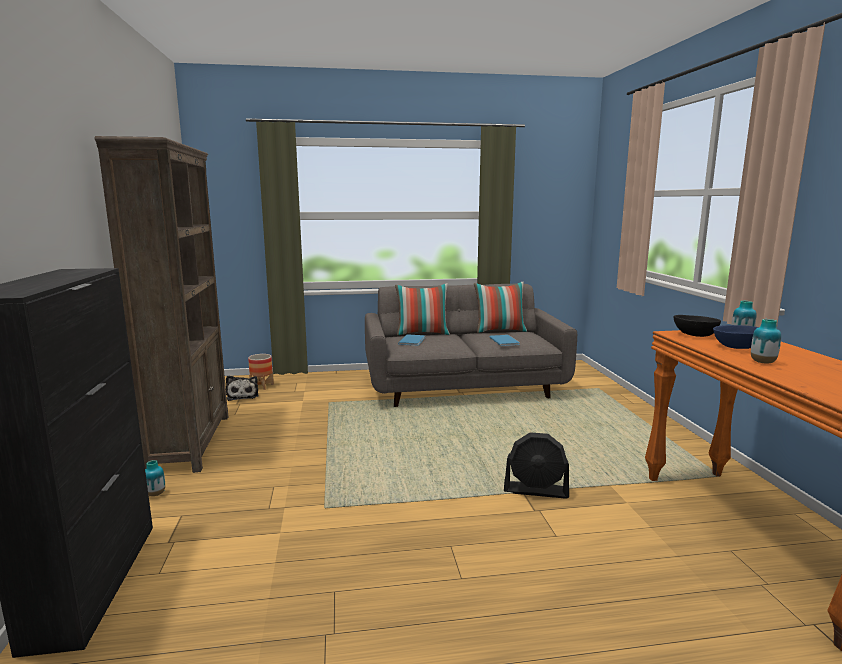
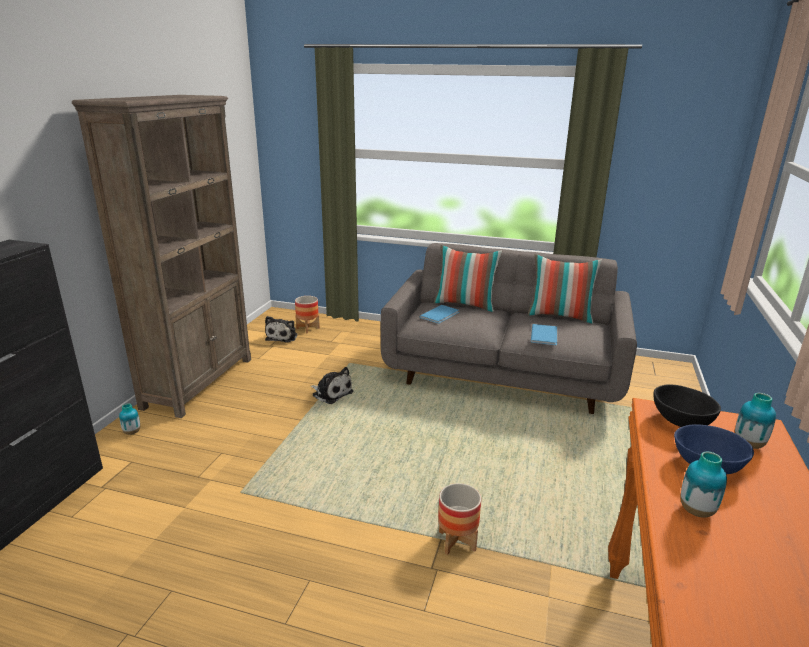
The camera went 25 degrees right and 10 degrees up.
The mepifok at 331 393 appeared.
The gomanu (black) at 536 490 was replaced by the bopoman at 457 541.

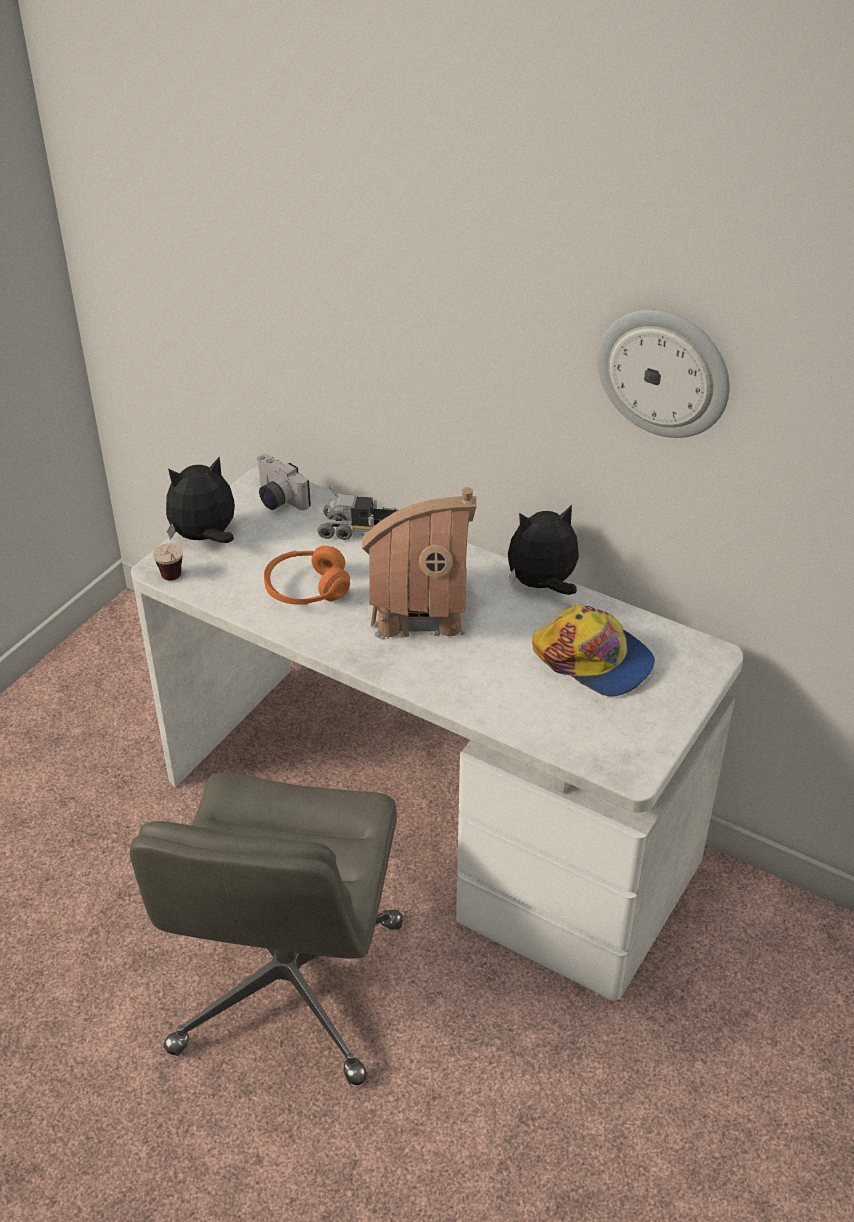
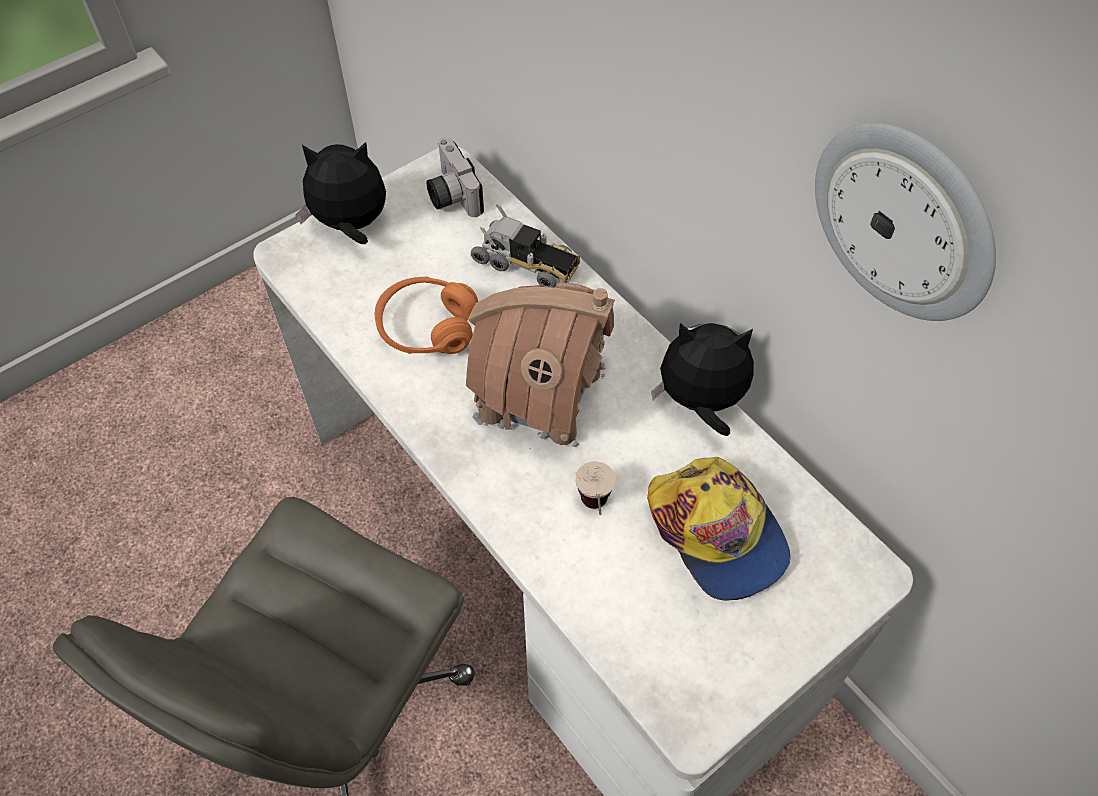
The camera went 20 degrees right and 15 degrees up.
The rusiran moved from 174 582 to 595 512.

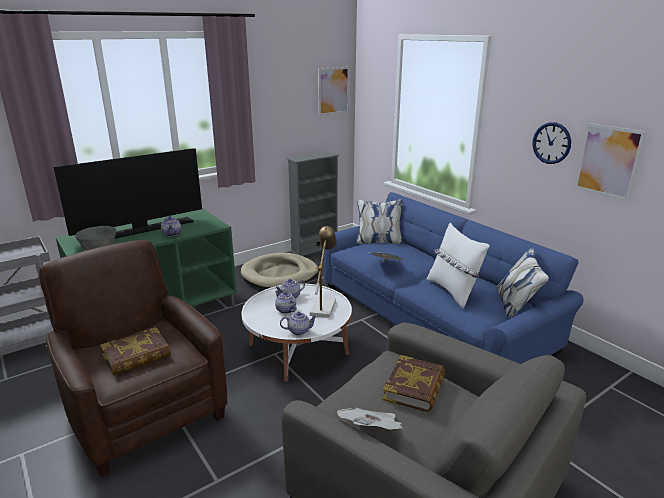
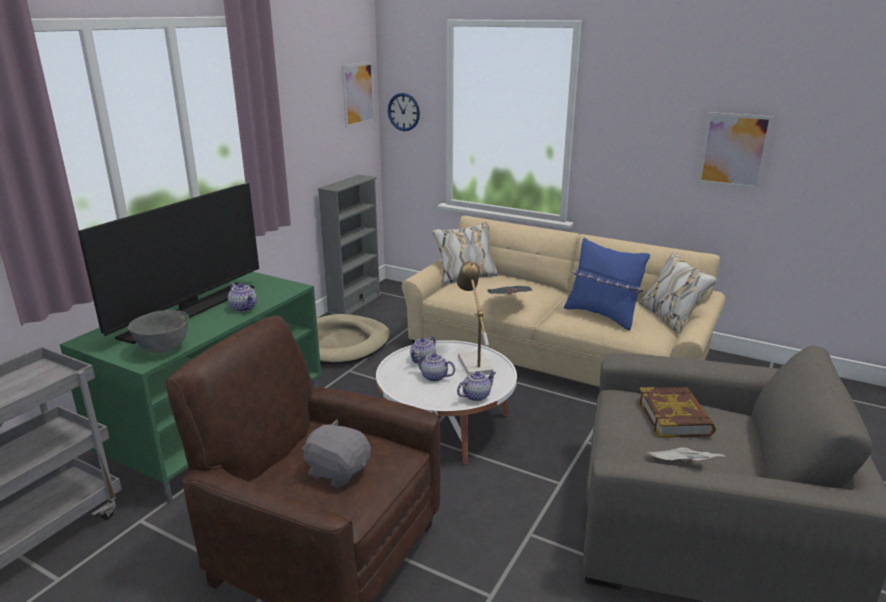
The camera went 25 degrees left and 0 degrees up.
The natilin at 137 356 was replaced by the mepifok (grey) at 338 471.
The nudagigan moved from 551 143 to 404 112.
The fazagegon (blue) at 431 316 became the fazagegon (beige) at 555 352.
The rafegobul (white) at 453 291 became the rafegobul (blue) at 602 315.

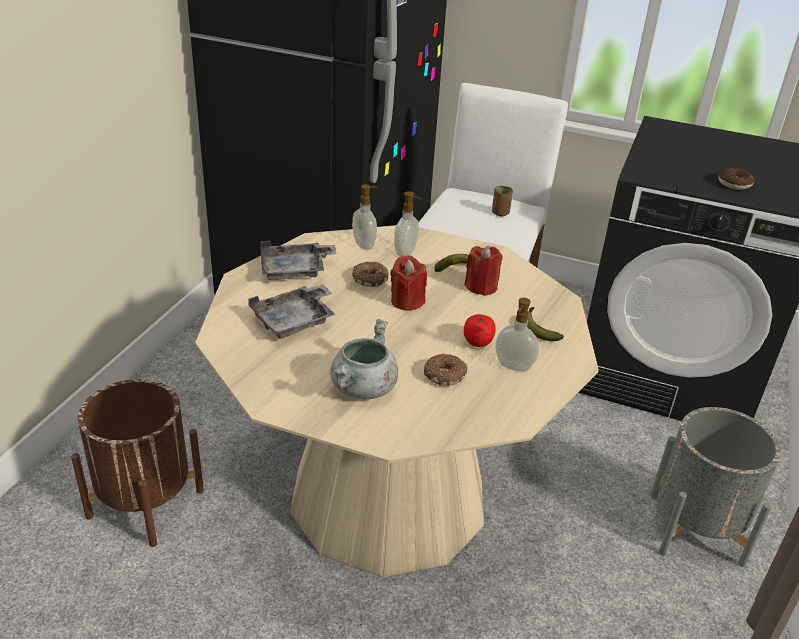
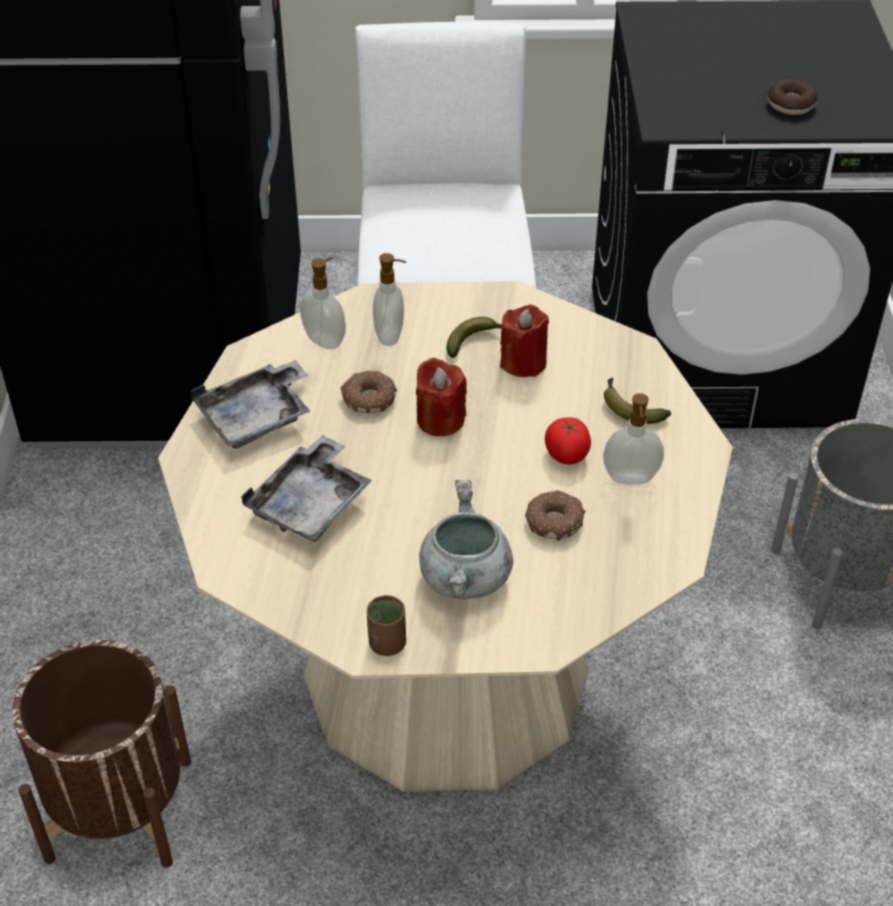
The camera went 20 degrees left and 10 degrees up.
The rusiran (brown) moved from 500 213 to 387 644.

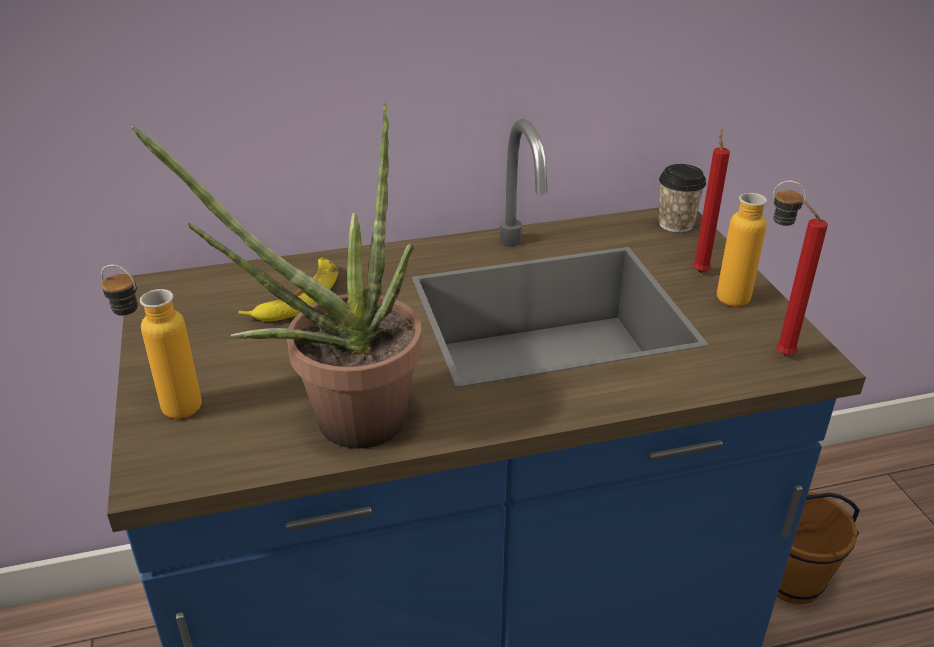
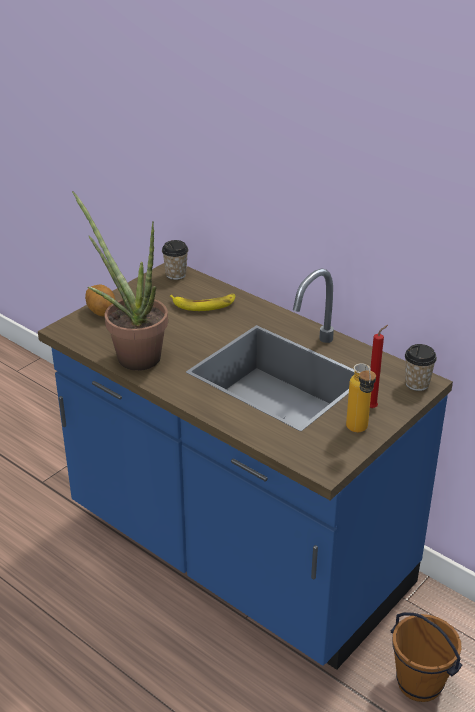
The camera went 55 degrees right and 0 degrees up.
The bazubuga at 167 405 was replaced by the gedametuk at 101 312.
The rusiran at 176 274 appeared.
The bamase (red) at 781 354 disappeared.

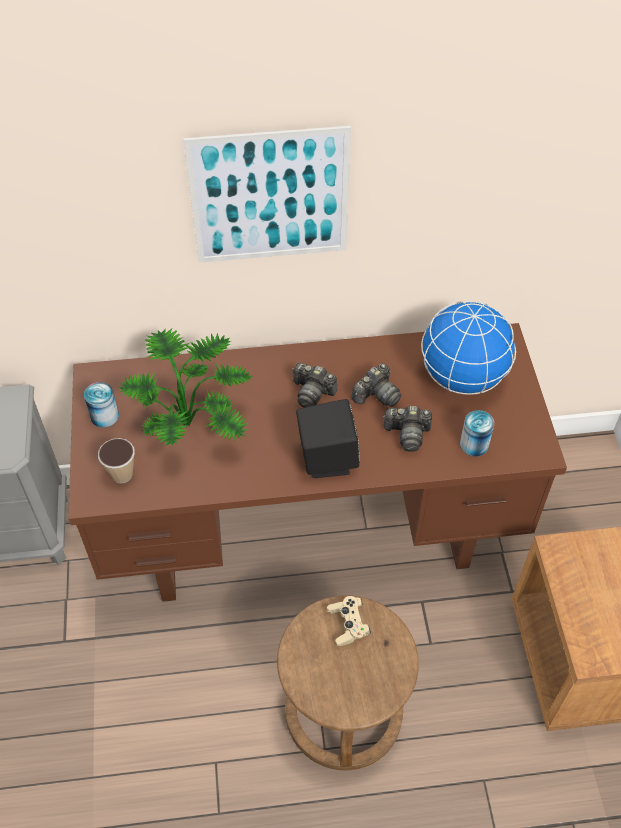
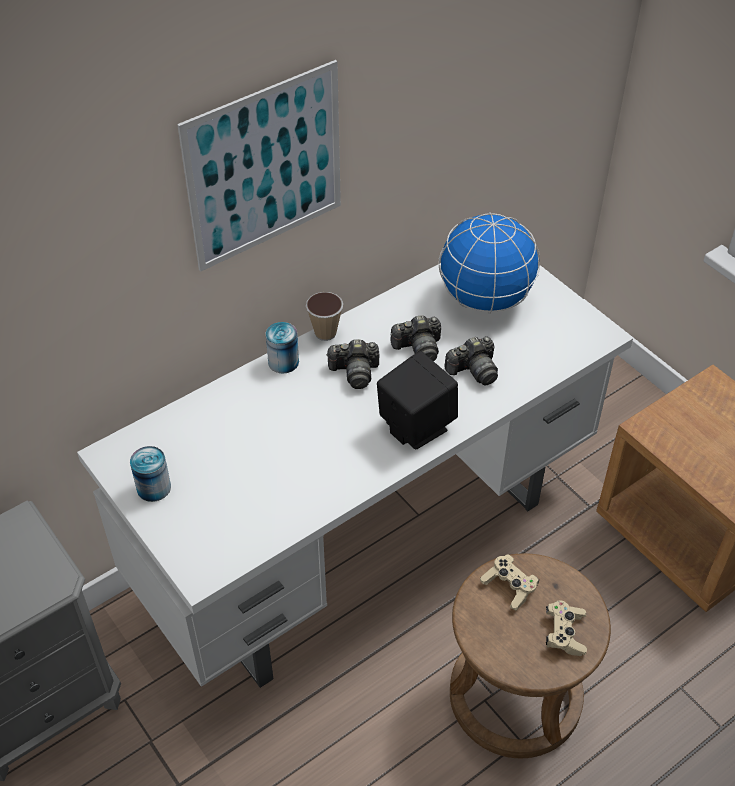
The camera went 30 degrees left and 5 degrees down.
The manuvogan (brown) at 311 531 became the manuvogan (white) at 367 543.
The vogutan moved from 474 444 to 283 362.
The rusiran moved from 122 474 to 325 333.
The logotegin at 376 395 turned 60 degrees clockwise.
The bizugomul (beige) at 564 633 appeared.
The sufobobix at 193 420 disappeared.

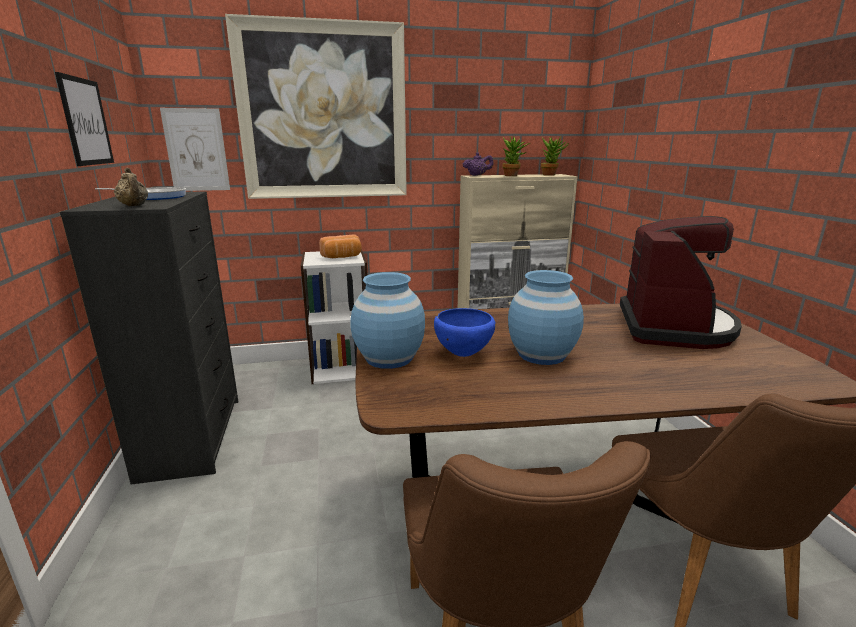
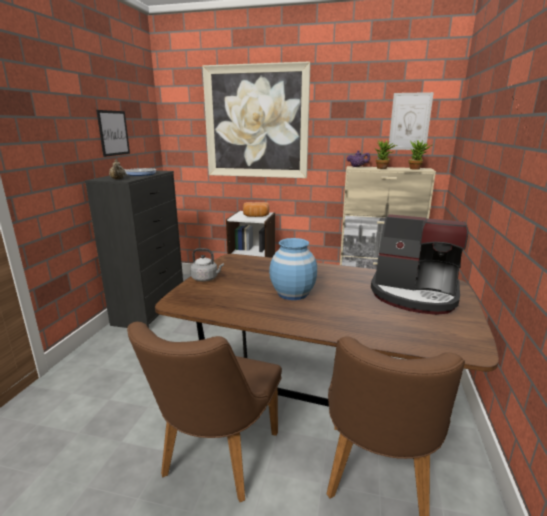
The camera went 25 degrees right and 0 degrees up.
The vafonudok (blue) at 389 358 was replaced by the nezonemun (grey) at 206 279.
The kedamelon at 674 327 turned 75 degrees clockwise.
The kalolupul moved from 196 150 to 410 121.
The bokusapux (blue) at 462 355 disappeared.

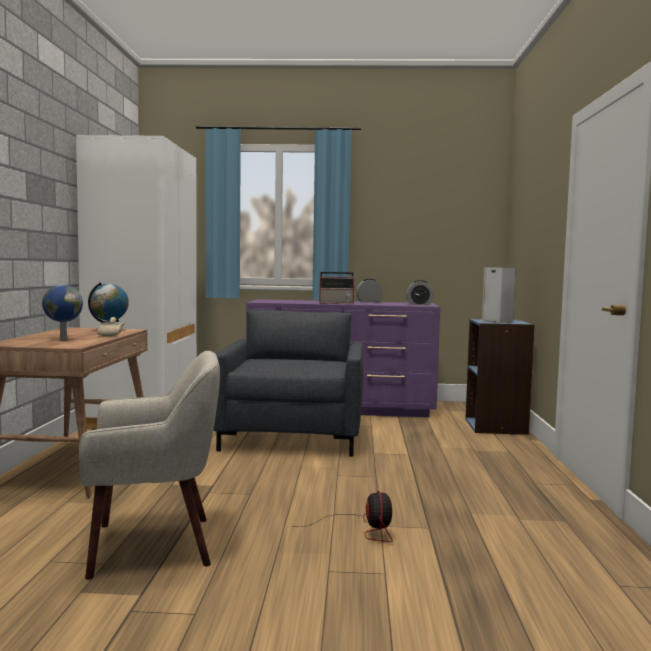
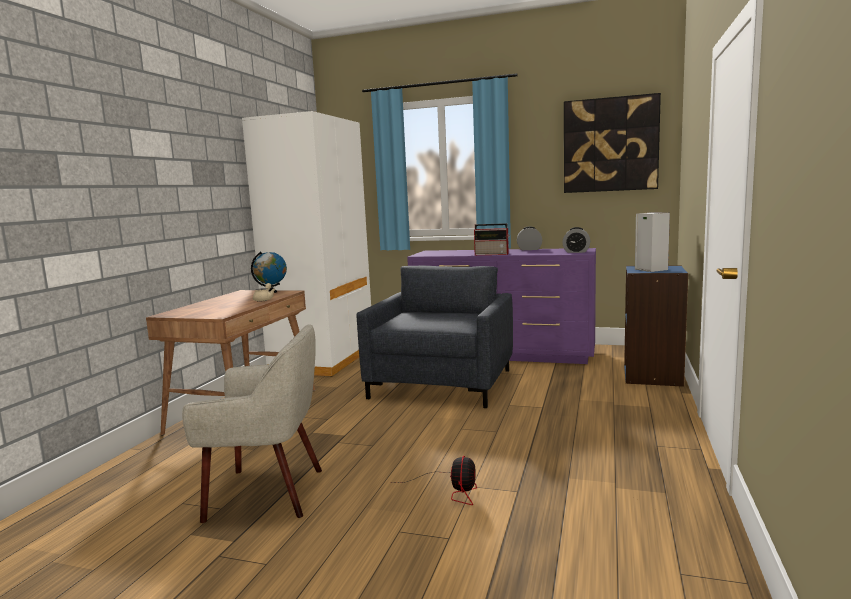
The camera went 15 degrees right and 5 degrees up.
The kalolupul at 610 145 appeared.
The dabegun at 63 339 disappeared.

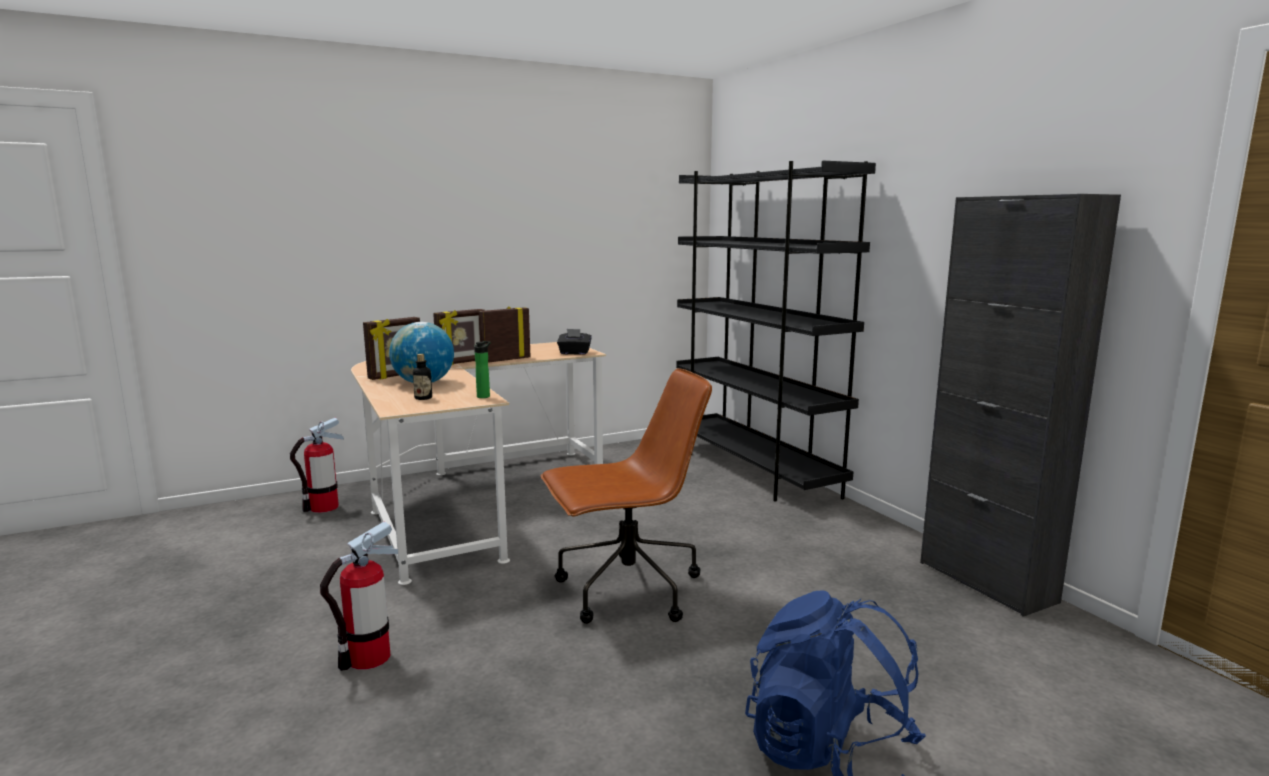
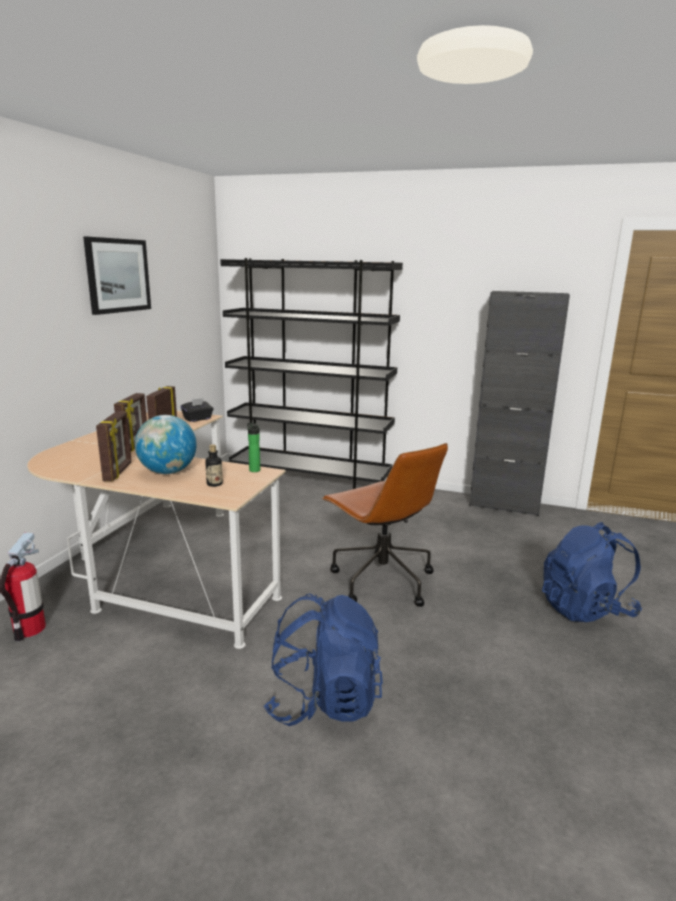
The camera went 45 degrees left and 5 degrees up.
The kalolupul at 118 275 appeared.
The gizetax at 368 658 was replaced by the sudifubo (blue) at 324 701.
The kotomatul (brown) at 626 591 turned 120 degrees clockwise.

